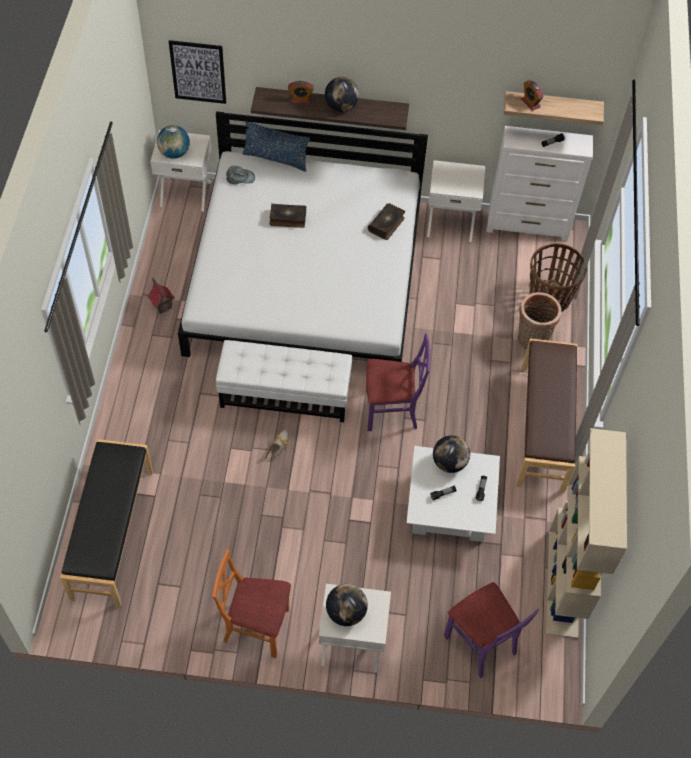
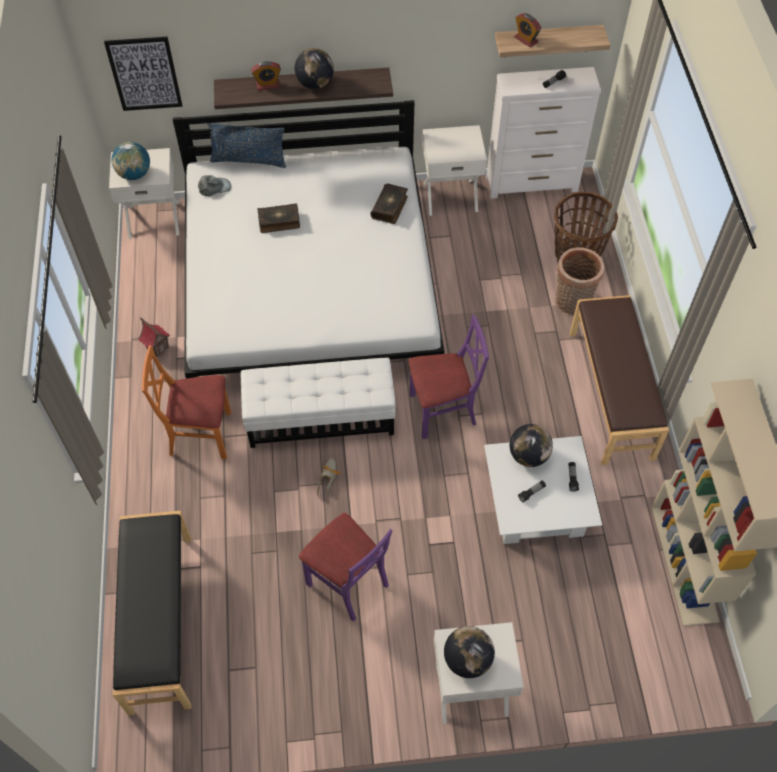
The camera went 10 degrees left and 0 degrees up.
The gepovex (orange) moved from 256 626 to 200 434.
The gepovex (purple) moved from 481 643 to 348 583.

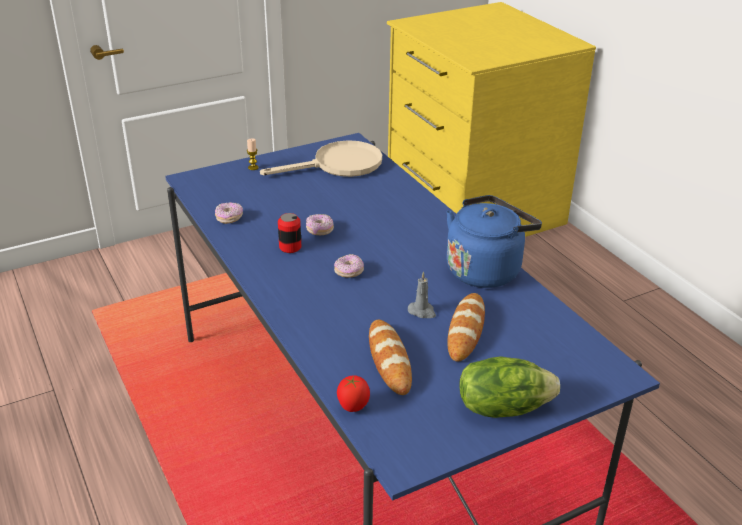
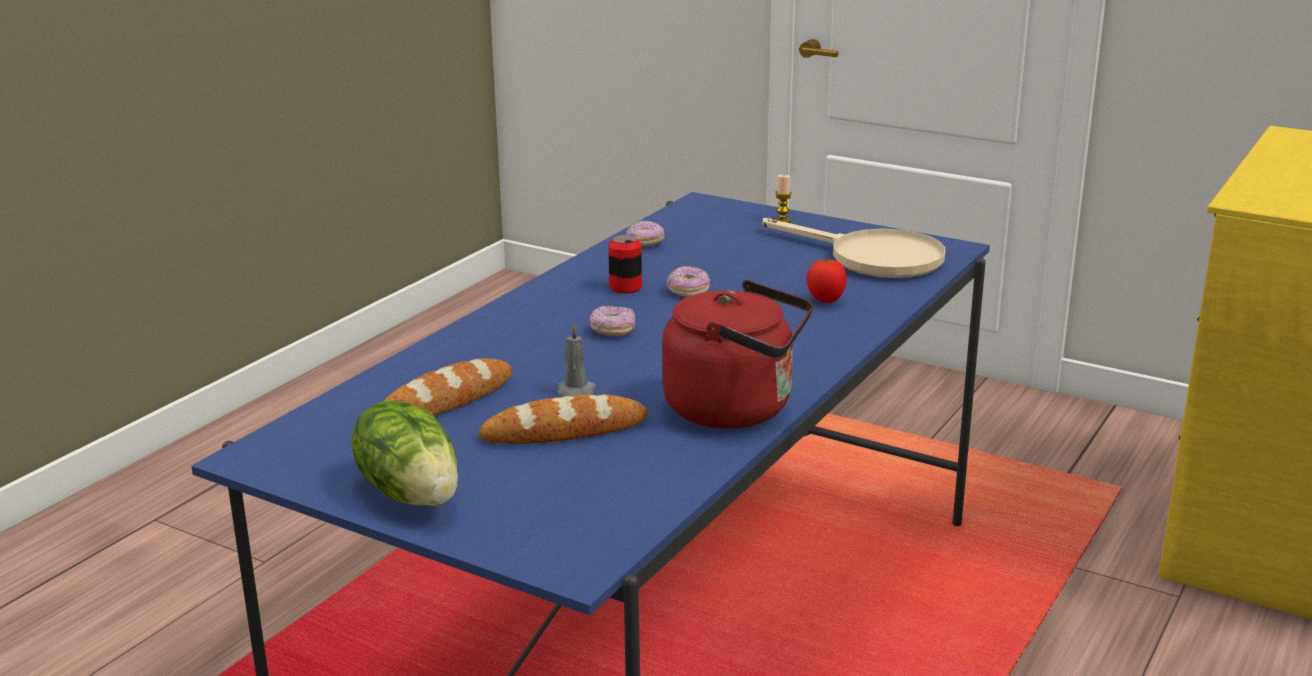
The camera went 60 degrees right and 10 degrees down.
The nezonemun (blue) at 485 269 became the nezonemun (red) at 736 409.
The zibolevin moved from 352 407 to 826 301.

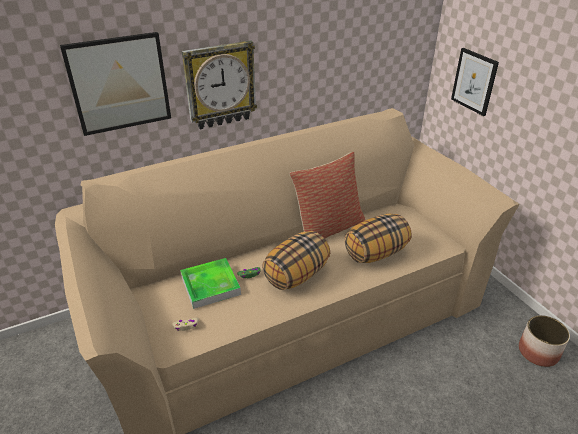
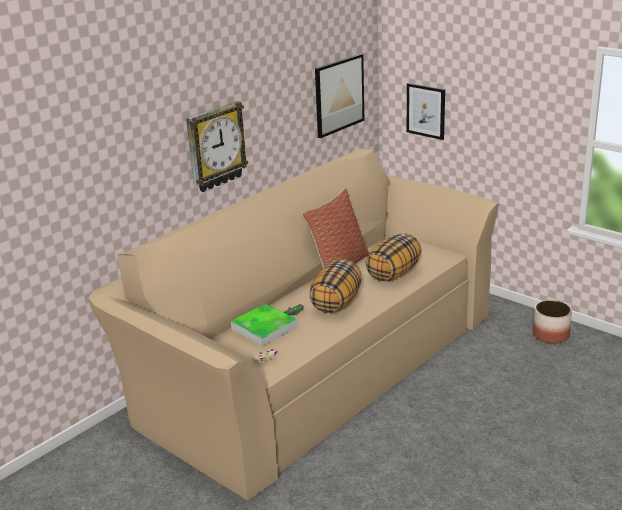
The camera went 20 degrees left and 10 degrees down.
The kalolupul moved from 119 83 to 339 95.

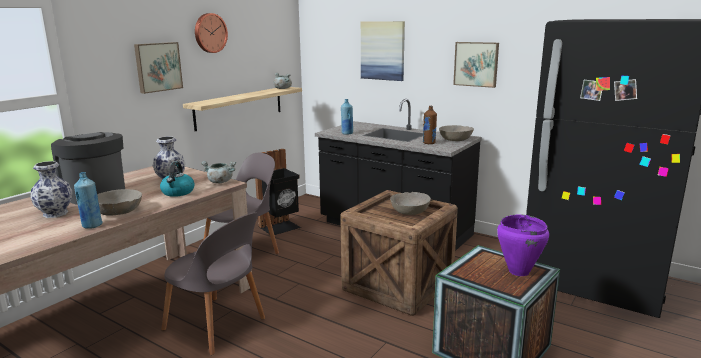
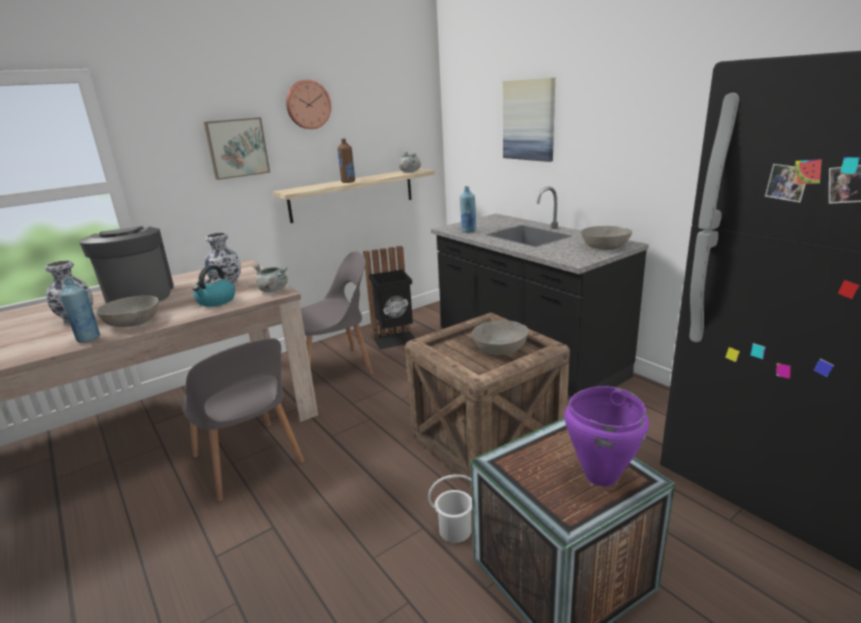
The camera went 20 degrees right and 5 degrees up.
The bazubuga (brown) moved from 429 143 to 348 182.
The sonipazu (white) at 455 529 appeared.
The kalolupul at 476 64 disappeared.

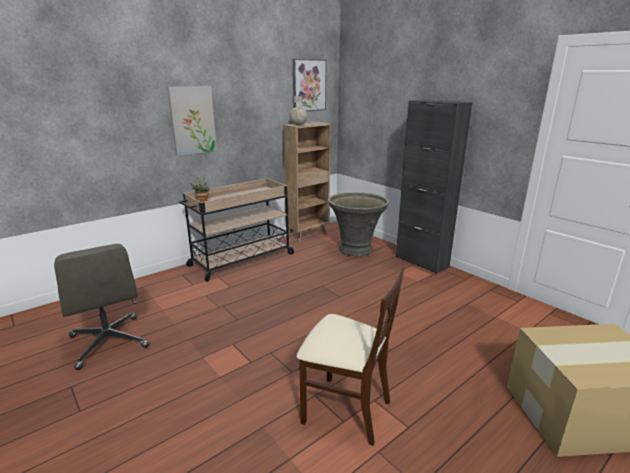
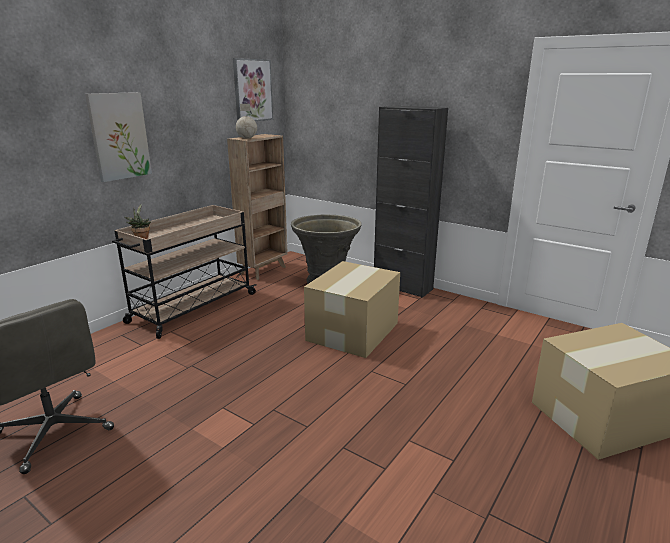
The camera went 15 degrees left and 0 degrees up.
The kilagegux at 354 331 appeared.
The gepovex (beige) at 345 410 disappeared.

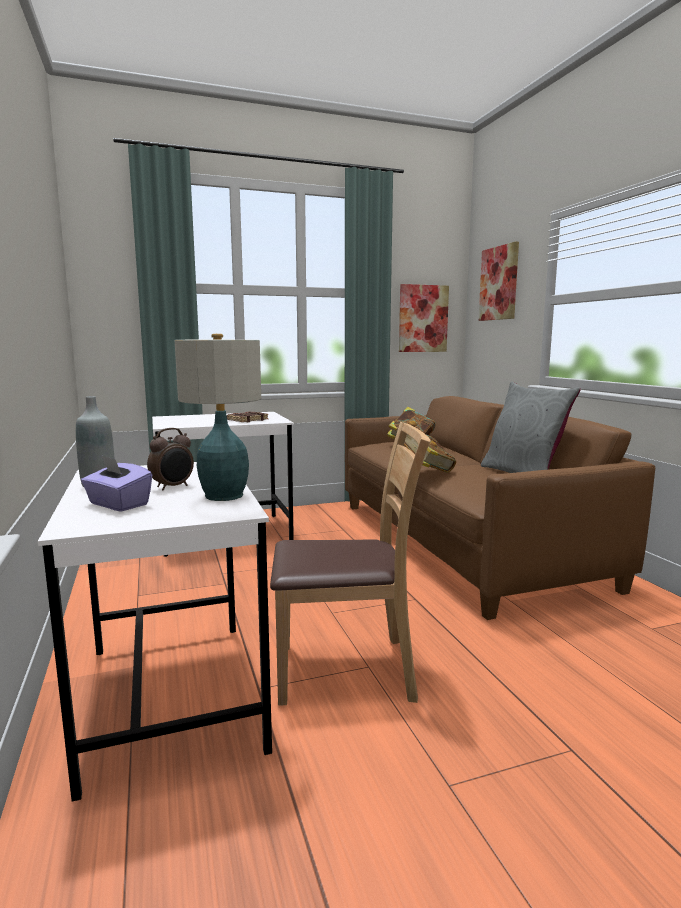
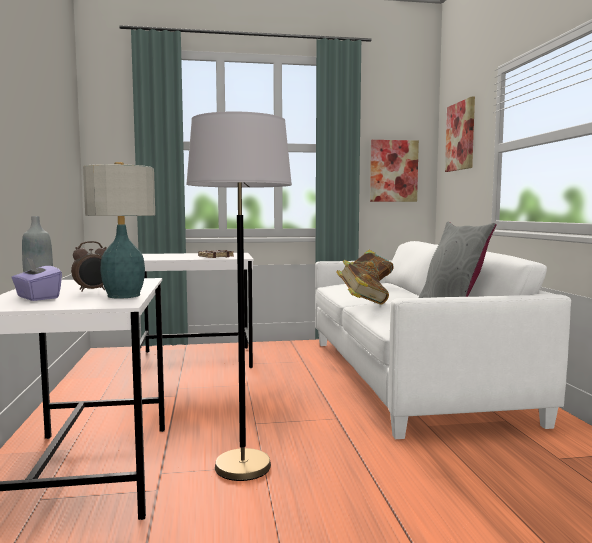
The camera went 10 degrees right and 5 degrees down.
The gepovex (brown) at 346 670 was replaced by the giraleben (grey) at 243 467.
The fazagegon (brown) at 460 542 became the fazagegon (white) at 407 377.

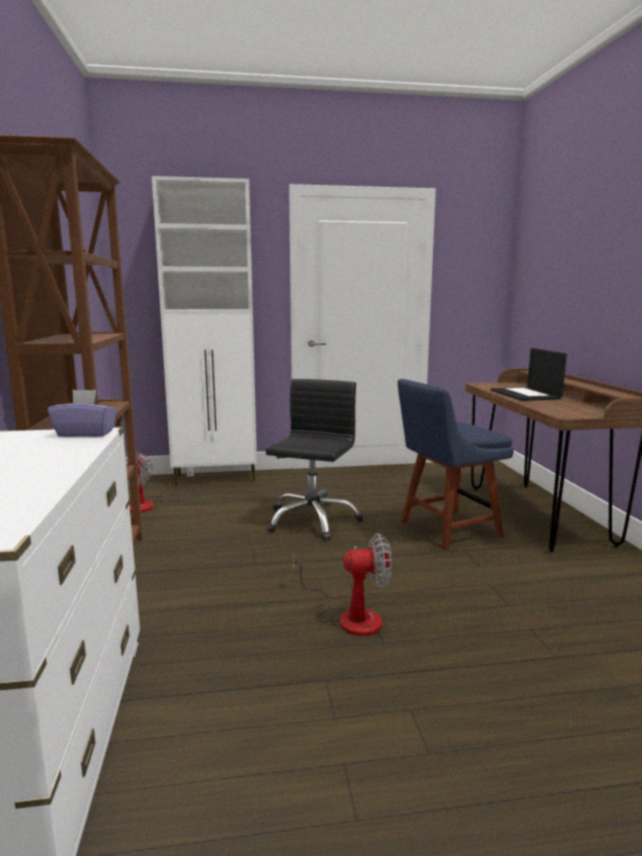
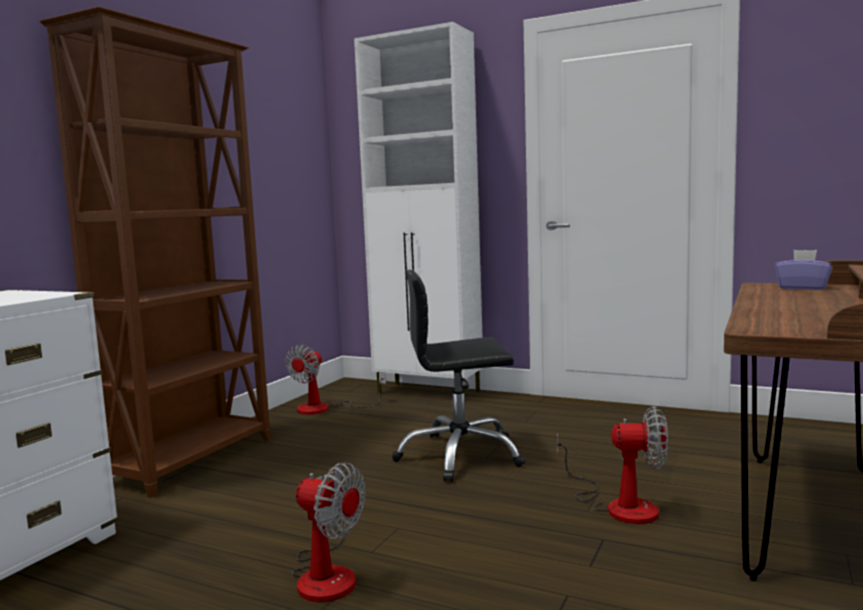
The camera went 35 degrees right and 5 degrees down.
The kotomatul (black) at 312 520 turned 150 degrees counterclockwise.
The gepovex (blue) at 446 529 was replaced by the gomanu at 619 505.
The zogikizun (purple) moved from 86 433 to 803 288.
The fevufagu at 526 394 disappeared.

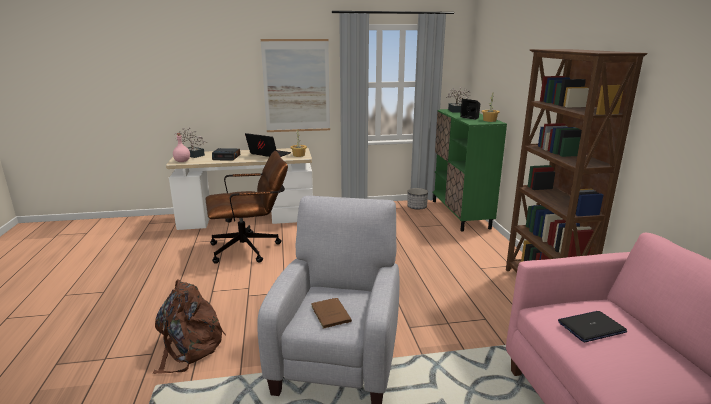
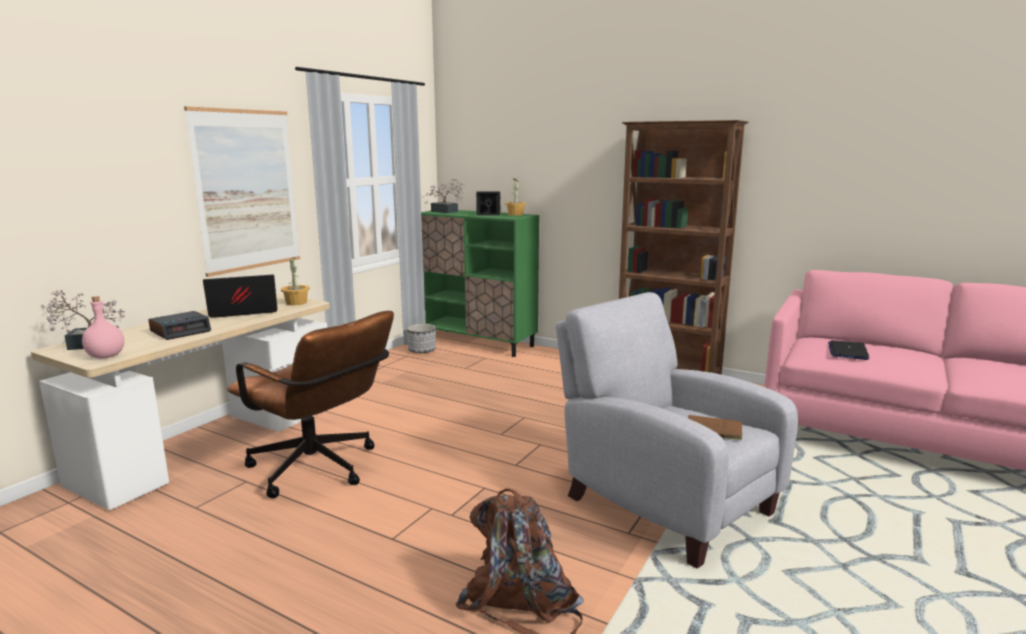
The camera went 50 degrees left and 5 degrees down.
The kotomatul (brown) at 251 248 turned 105 degrees clockwise.

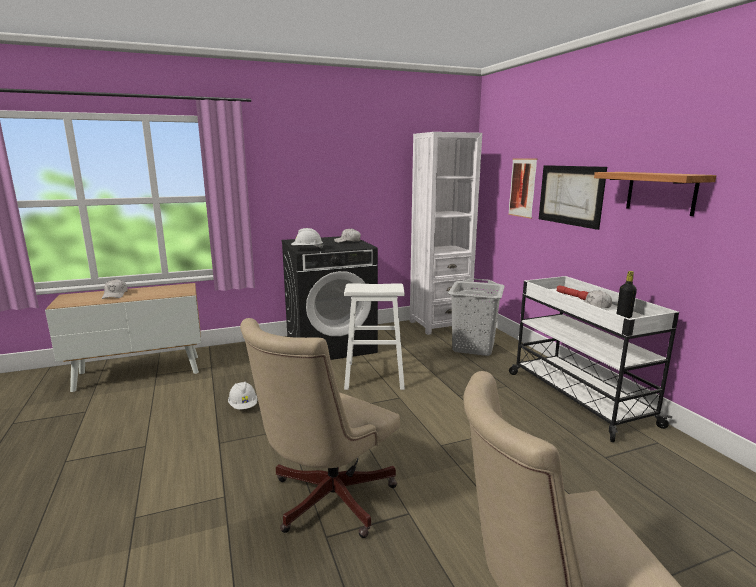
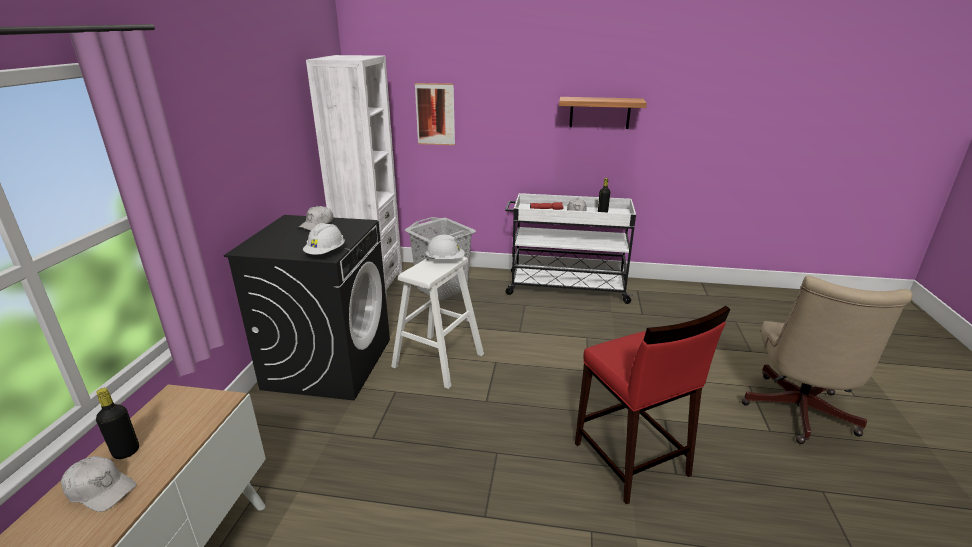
The camera went 60 degrees left and 10 degrees up.
The bazubuga (black) at 126 452 appeared.
The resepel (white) moved from 243 406 to 445 260.
The kotomatul (beige) at 325 501 was replaced by the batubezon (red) at 630 460.
The kalolupul at 570 195 disappeared.

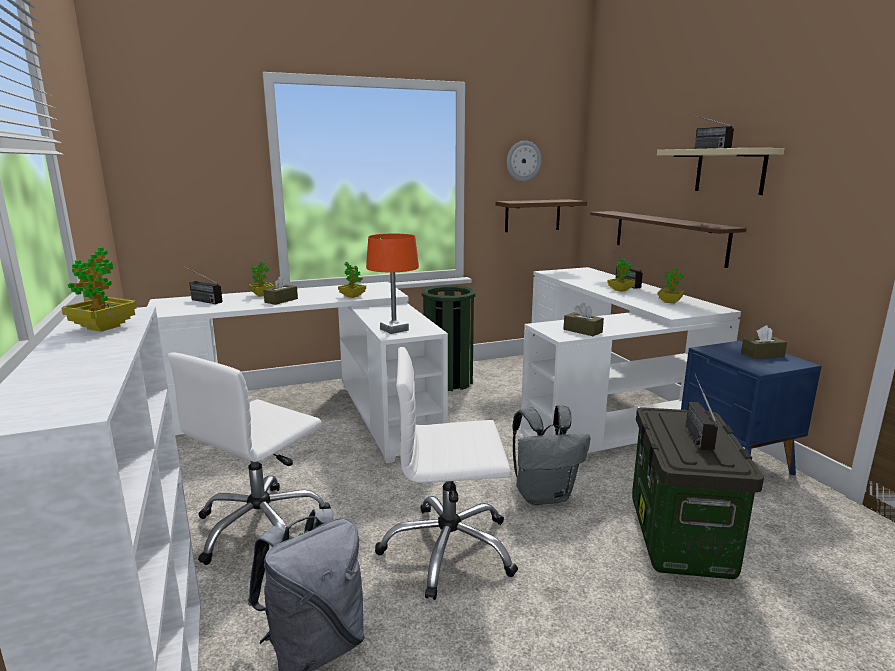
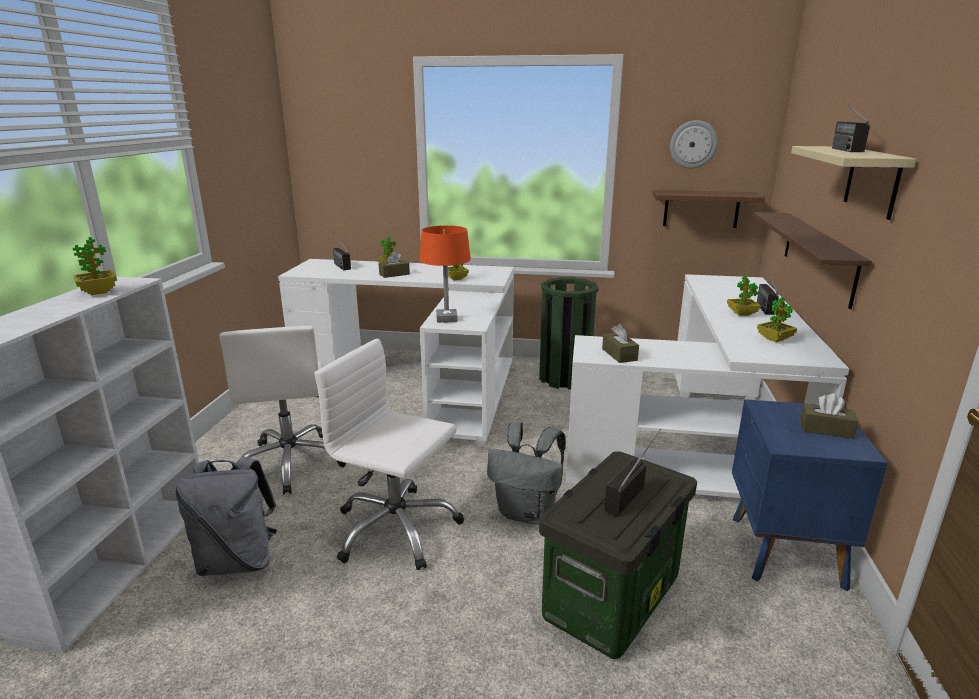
The camera went 30 degrees right and 5 degrees up.
The kotomatul (white) at 261 526 turned 75 degrees counterclockwise.

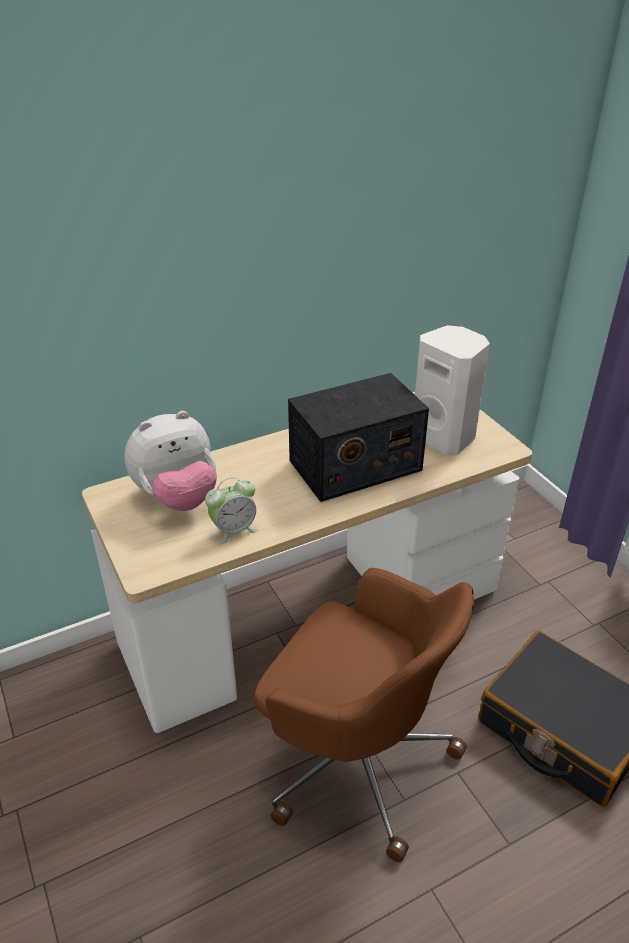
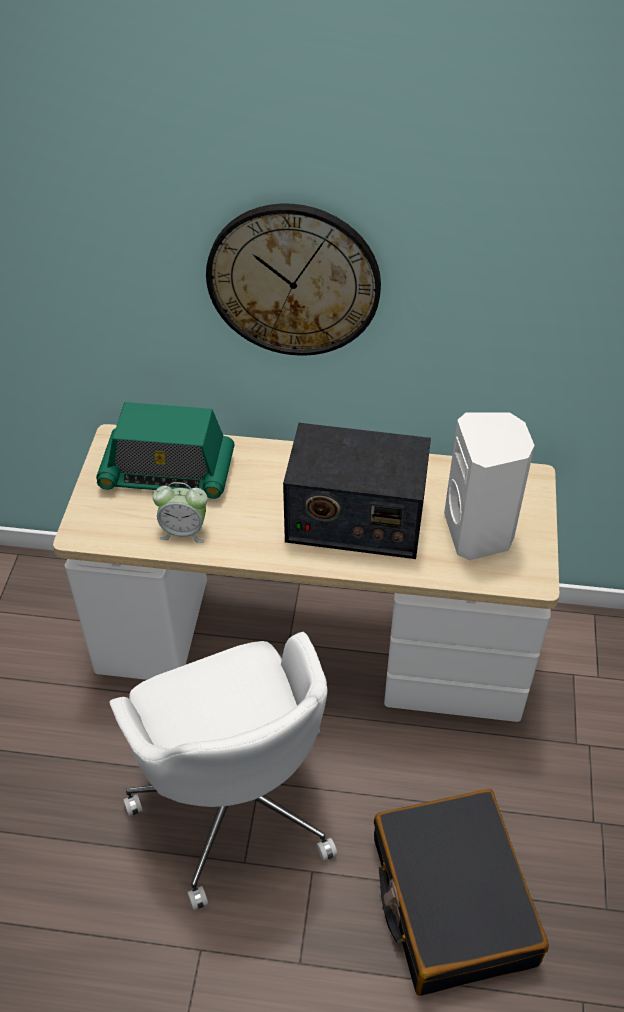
The camera went 35 degrees right and 10 degrees up.
The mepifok at 177 498 was replaced by the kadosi at 168 472.
The kotomatul (brown) at 355 757 became the kotomatul (white) at 236 798.
The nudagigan at 293 280 appeared.

